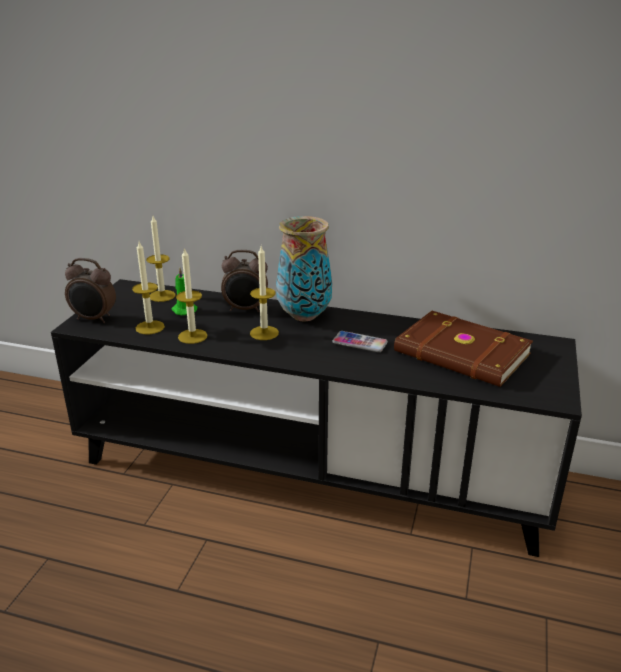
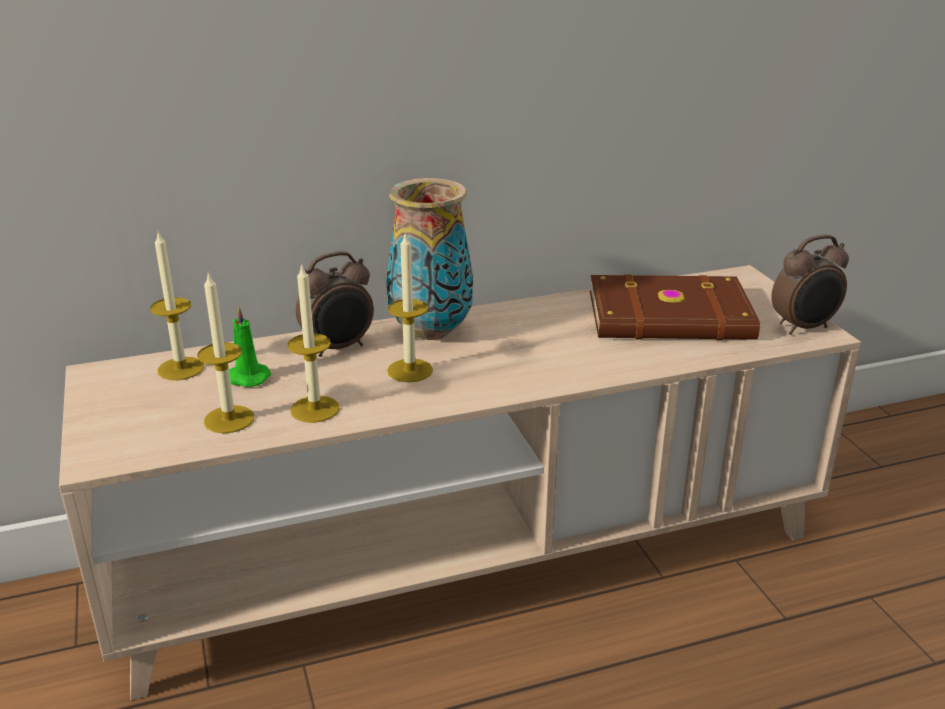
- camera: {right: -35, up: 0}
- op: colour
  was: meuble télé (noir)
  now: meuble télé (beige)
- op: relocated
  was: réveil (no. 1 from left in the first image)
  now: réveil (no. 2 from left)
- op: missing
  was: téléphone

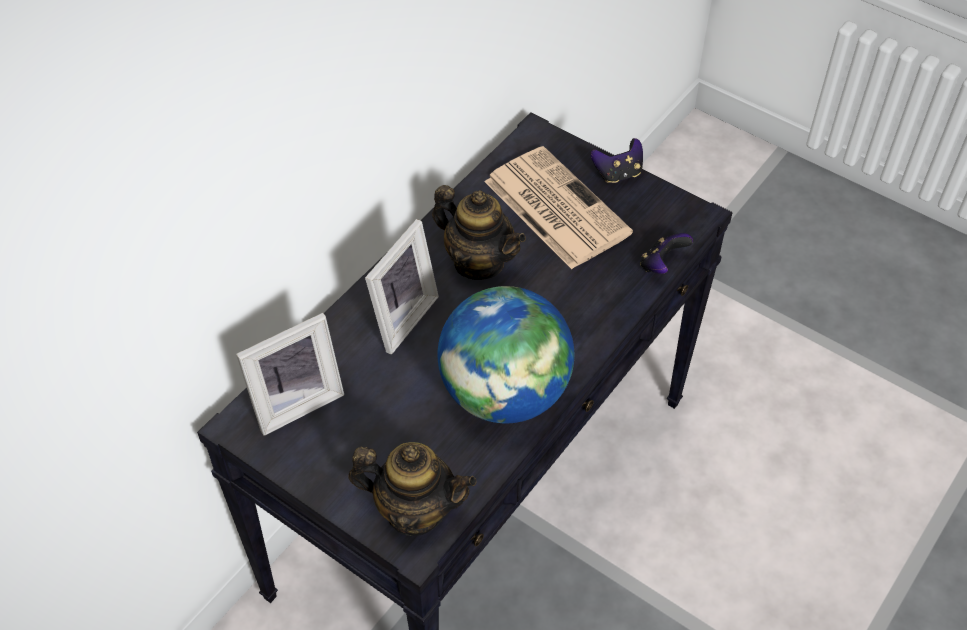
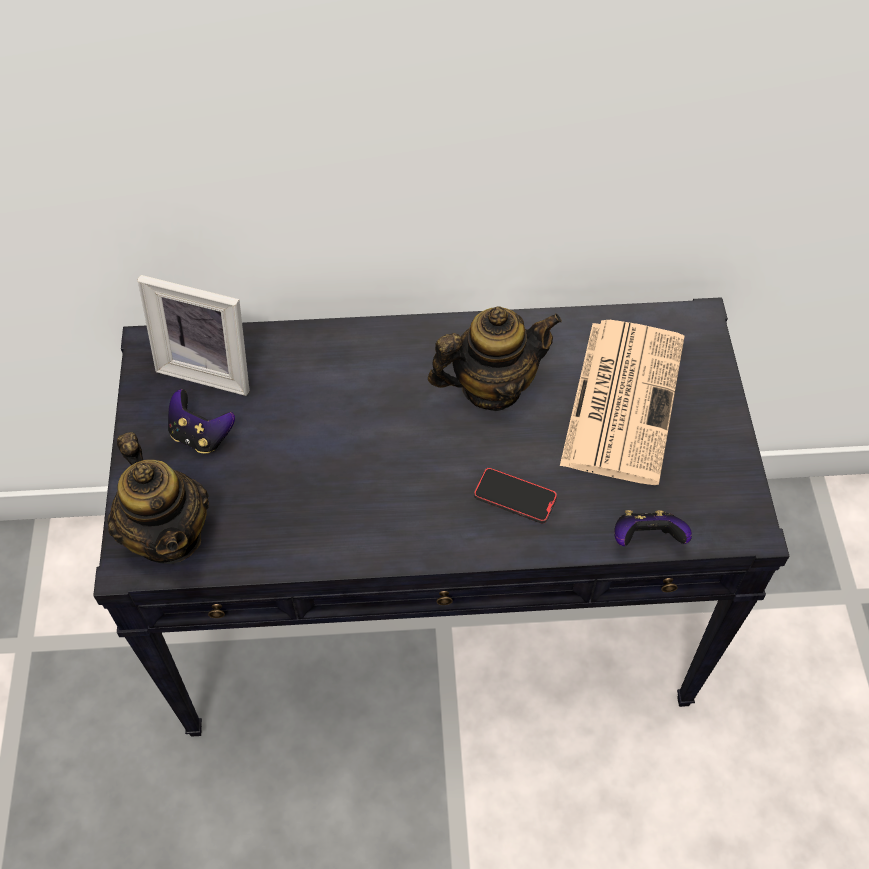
- camera: {right: 50, up: 5}
- op: relocated
  was: manette (no. 1 from left)
- op: spun
  was: théière (no. 2 from left)
  clockwise: -105
- op: appeared
  now: téléphone
- op: missing
  was: cadre photo (no. 2 from left)
- op: missing
  was: globe

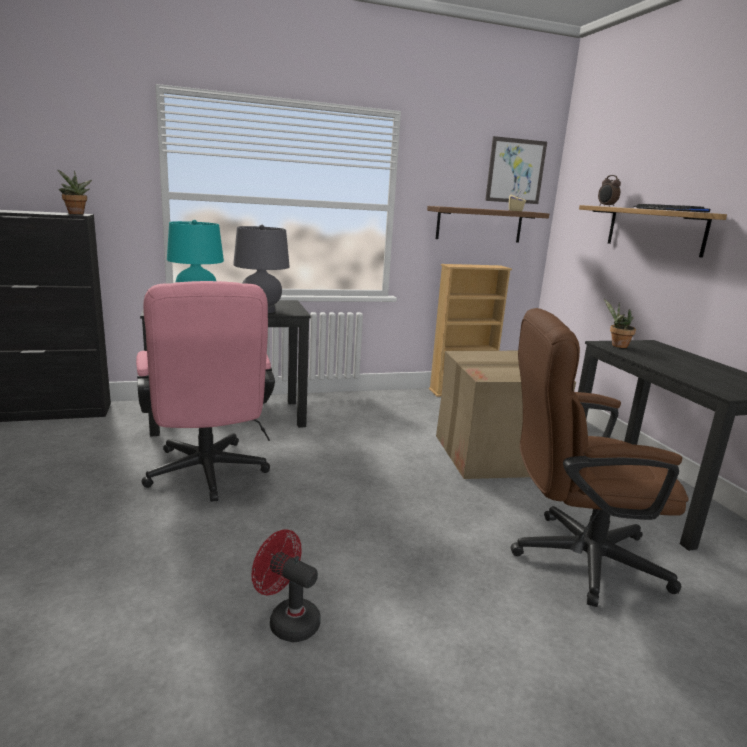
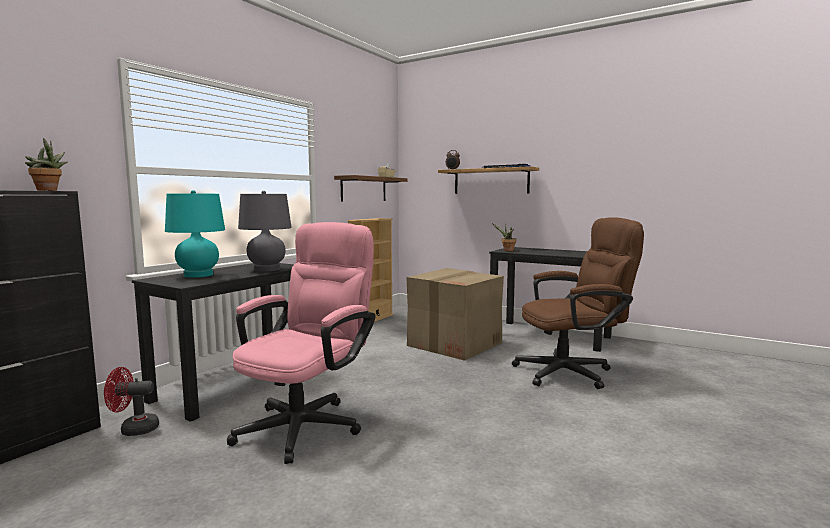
- camera: {right: -40, up: -10}
- op: relocated
  was: ventilateur (rouge)
- op: spun
  was: chaise de bureau (rose)
  clockwise: -90
- op: spun
  was: chaise de bureau (marron)
  clockwise: -150
- op: missing
  was: tableau

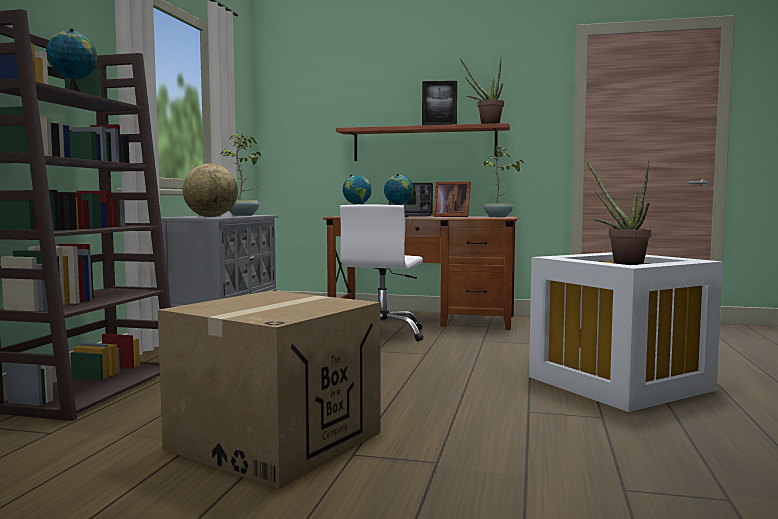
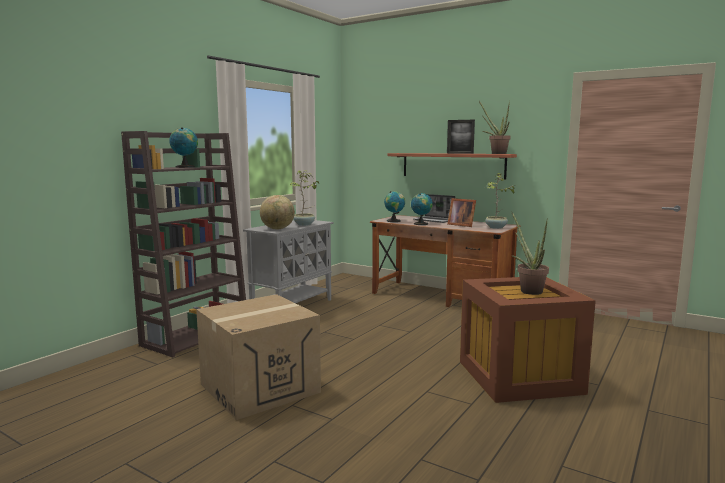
- camera: {right: 20, up: 5}
- op: colour
  was: boîte de rangement (blanc)
  now: boîte de rangement (marron)
- op: missing
  was: chaise de bureau (blanc)

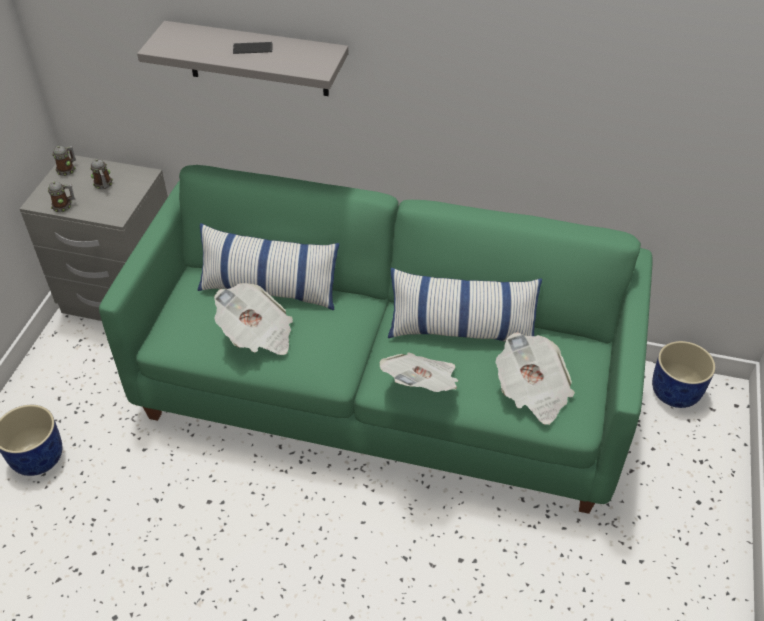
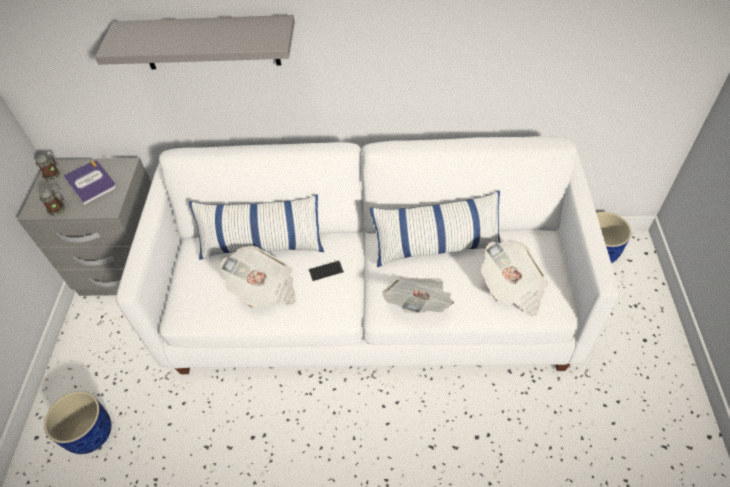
- camera: {right: -10, up: 5}
- op: exchanged
  was: mug (no. 3 from left)
  now: livre
- op: colour
  was: canapé (vert)
  now: canapé (blanc)
- op: relocated
  was: téléphone

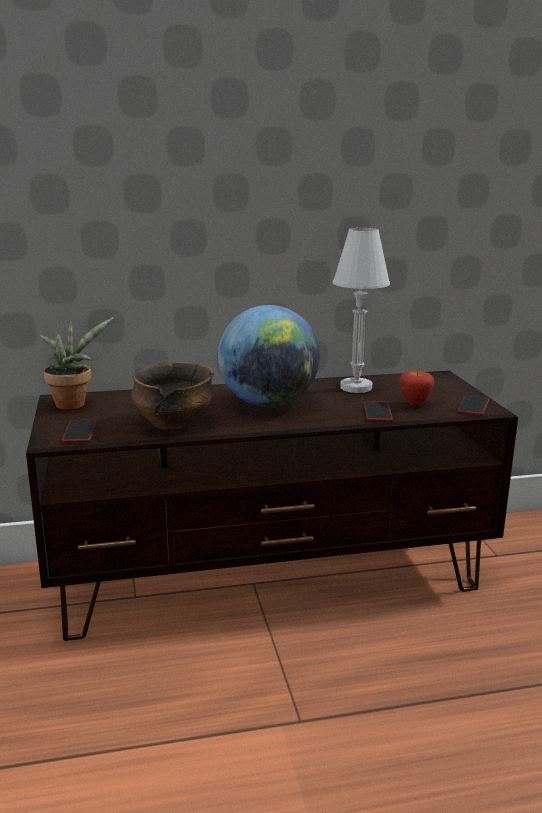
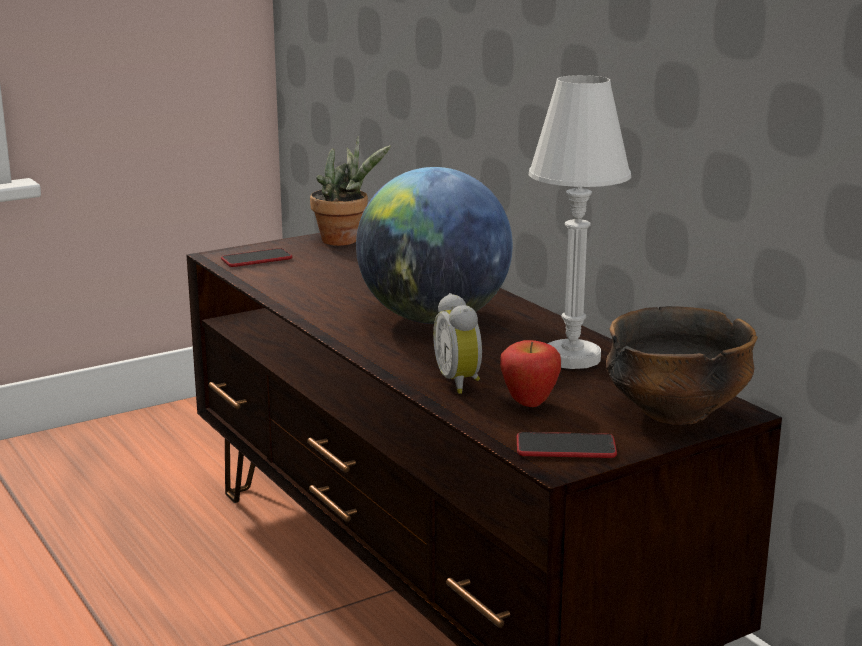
- camera: {right: 70, up: 0}
- op: exchanged
  was: téléphone (no. 2 from left)
  now: réveil
- op: relocated
  was: bol

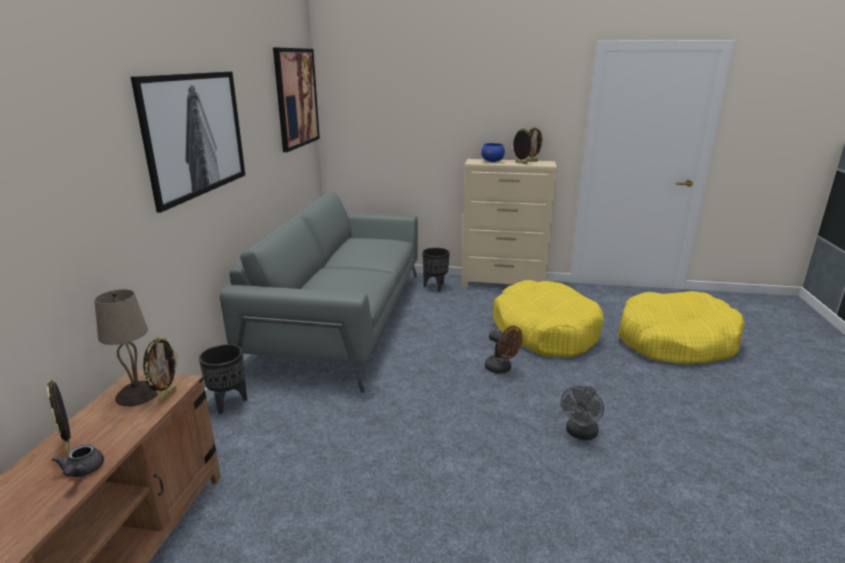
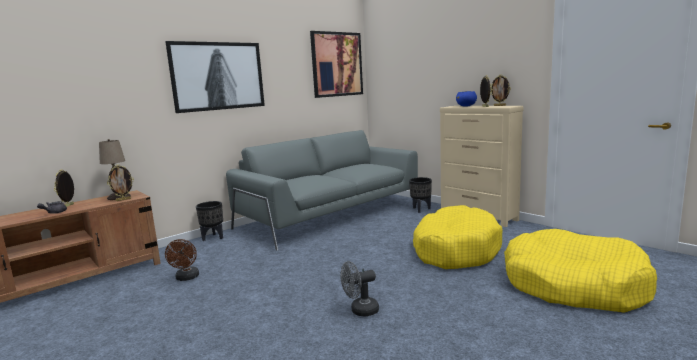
- camera: {right: 40, up: -10}
- op: relocated
  was: ventilateur (marron)

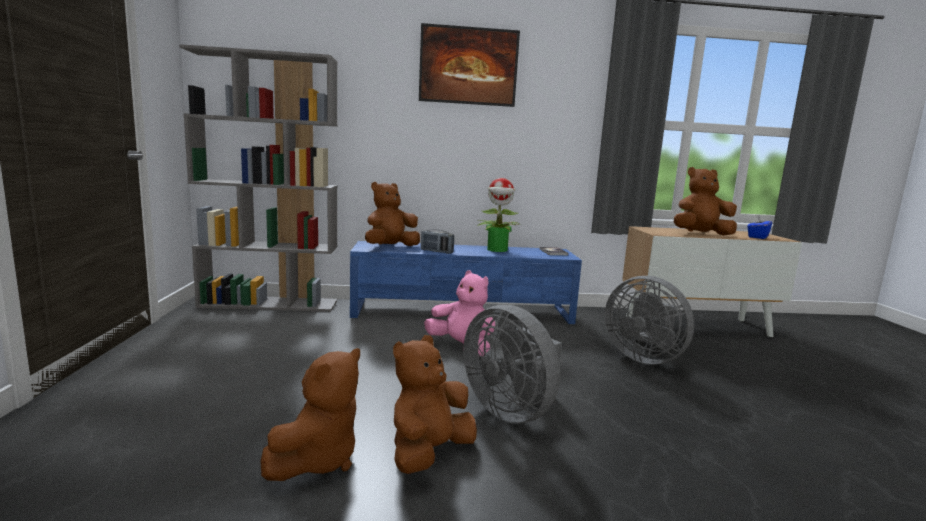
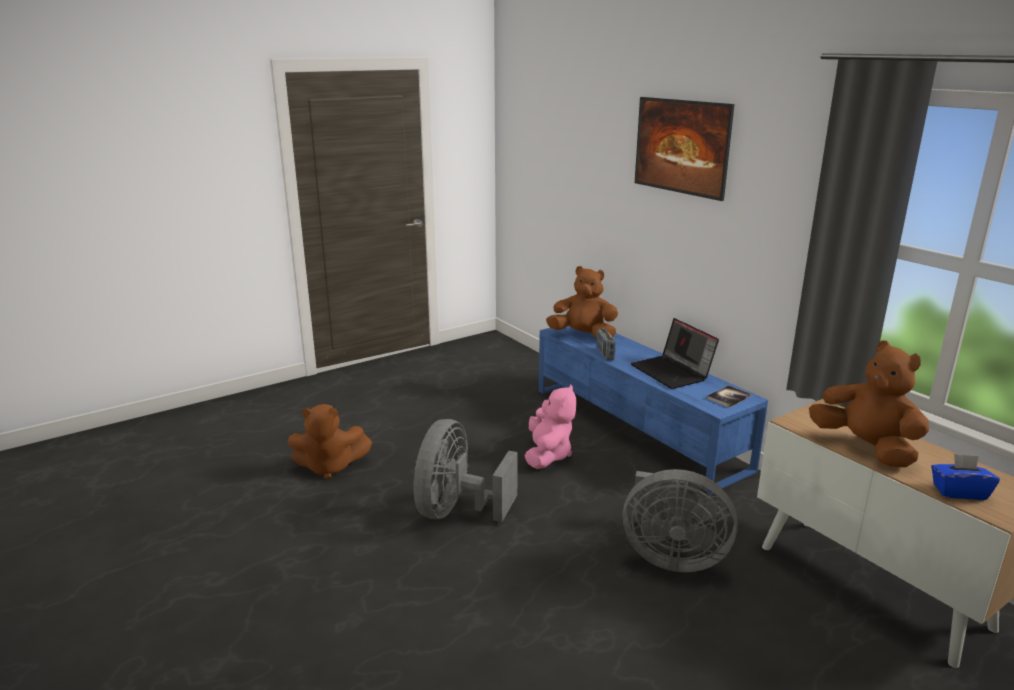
- camera: {right: 60, up: 10}
- op: spun
  was: ventilateur (gris) (no. 2 from left)
  clockwise: -90
- op: exchanged
  was: plante en pot
  now: ordinateur portable
- op: missing
  was: bibliothèque (gris)
- op: missing
  was: peluche (marron) (no. 3 from left)

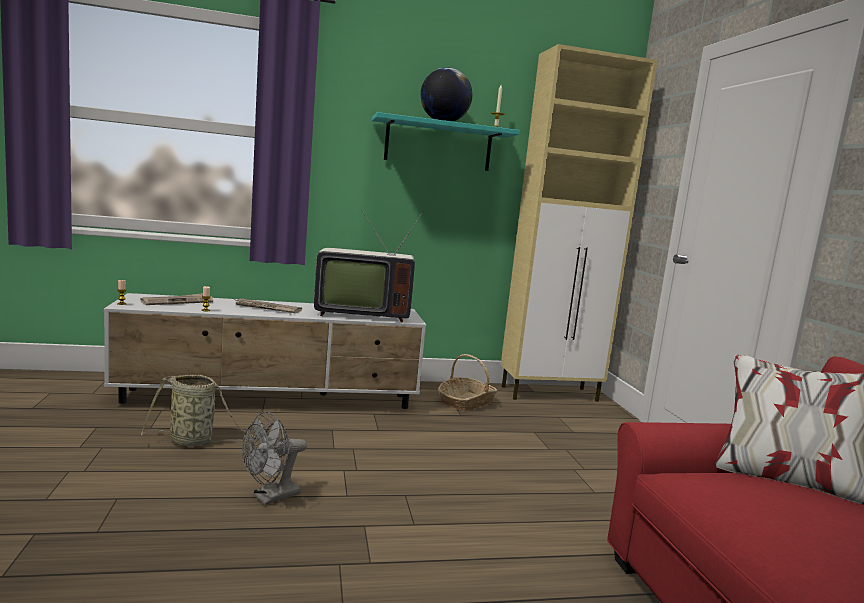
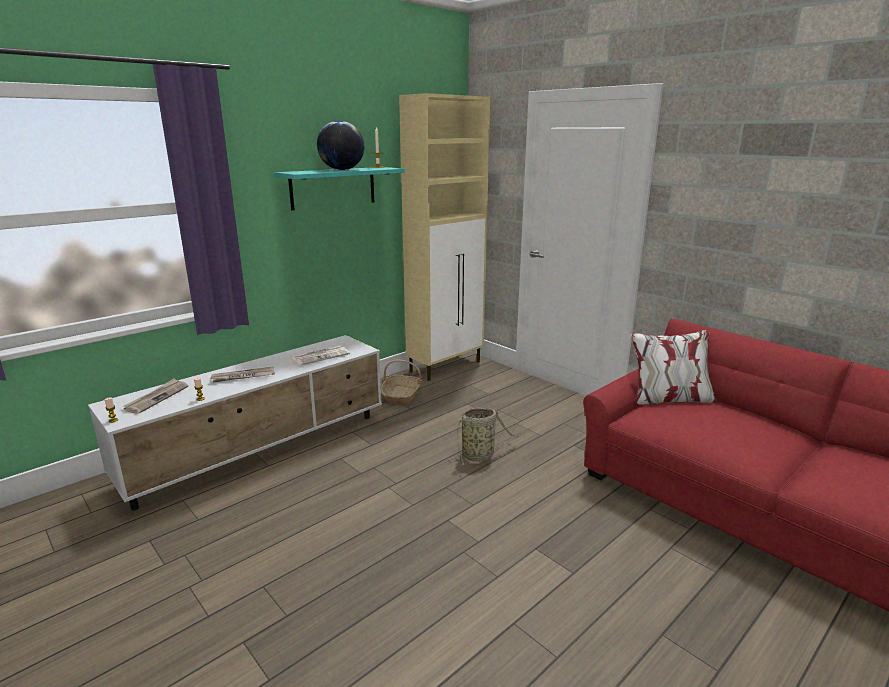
- camera: {right: -30, up: 10}
- op: exchanged
  was: téléviseur
  now: journal (no. 3 from left)
- op: relocated
  was: panier (no. 1 from left in the first image)
  now: panier (no. 2 from left)
- op: missing
  was: ventilateur (gris)

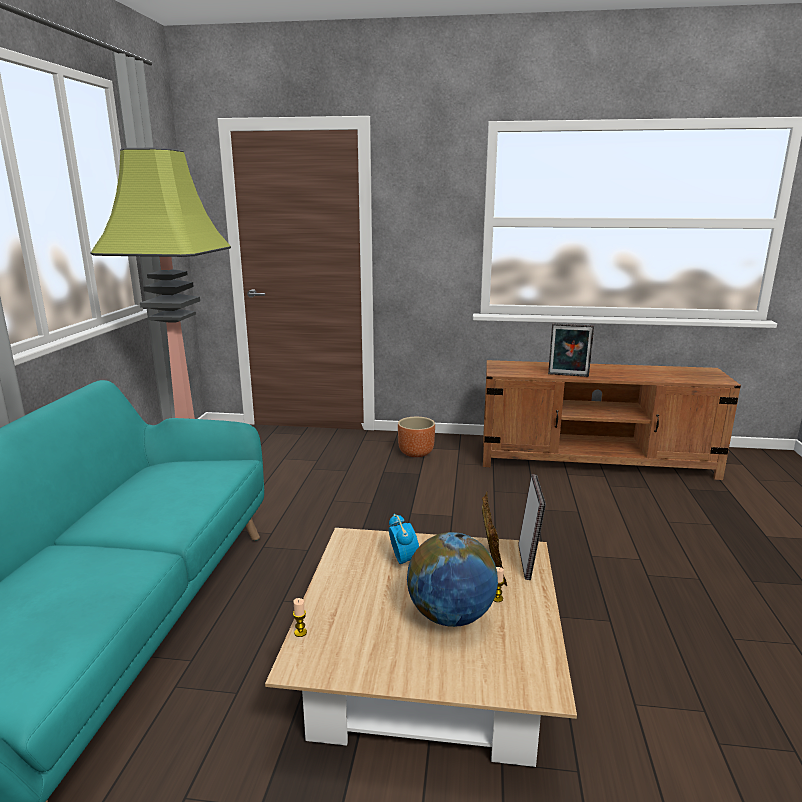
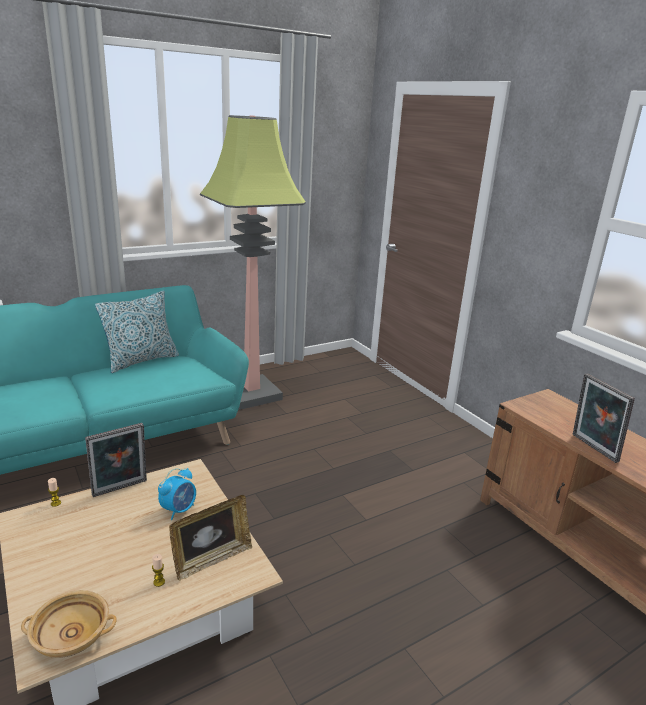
- camera: {right: 50, up: 5}
- op: appeared
  now: bol (beige)
- op: relocated
  was: cadre photo (no. 2 from left in the first image)
  now: cadre photo (no. 1 from left)
- op: appeared
  now: coussin
- op: missing
  was: cache-pot (marron)
- op: missing
  was: globe

